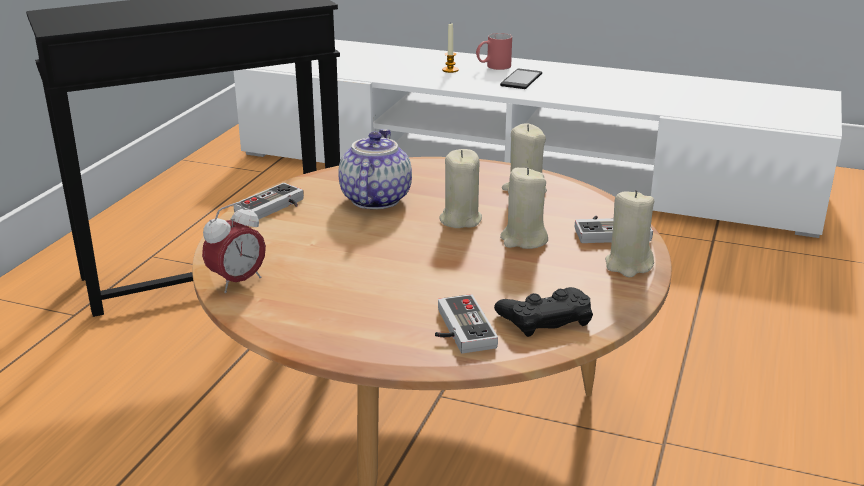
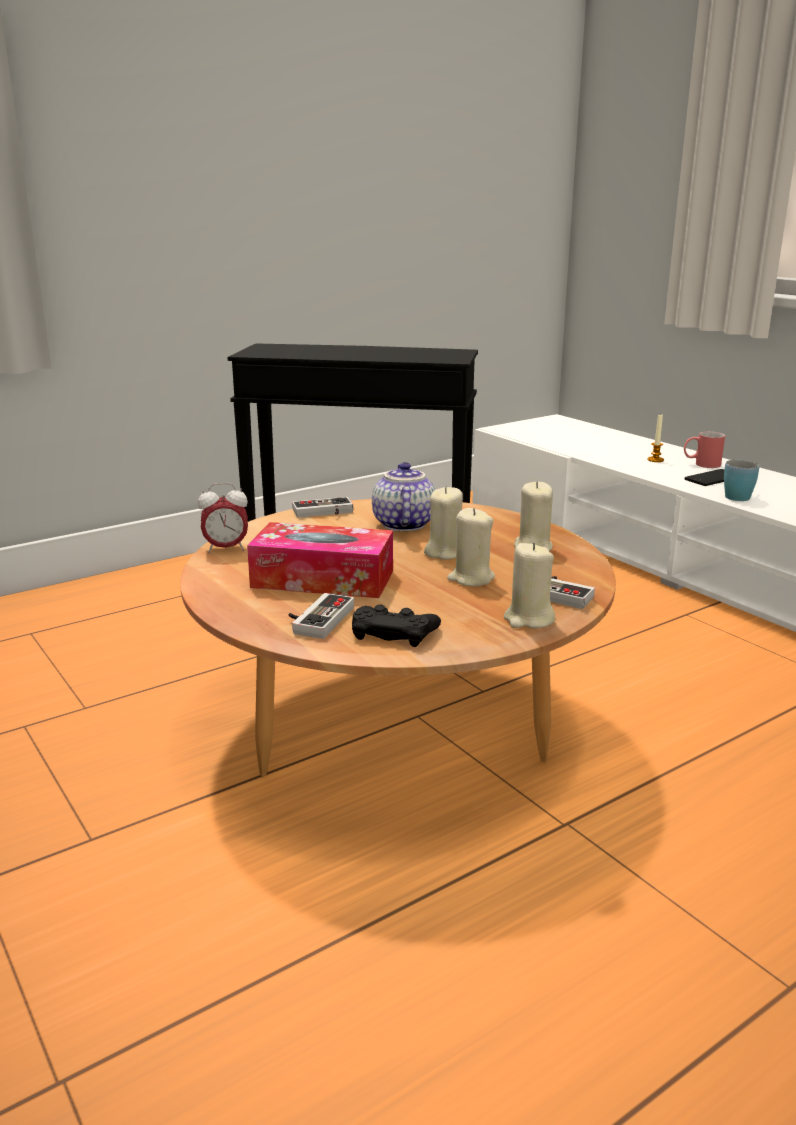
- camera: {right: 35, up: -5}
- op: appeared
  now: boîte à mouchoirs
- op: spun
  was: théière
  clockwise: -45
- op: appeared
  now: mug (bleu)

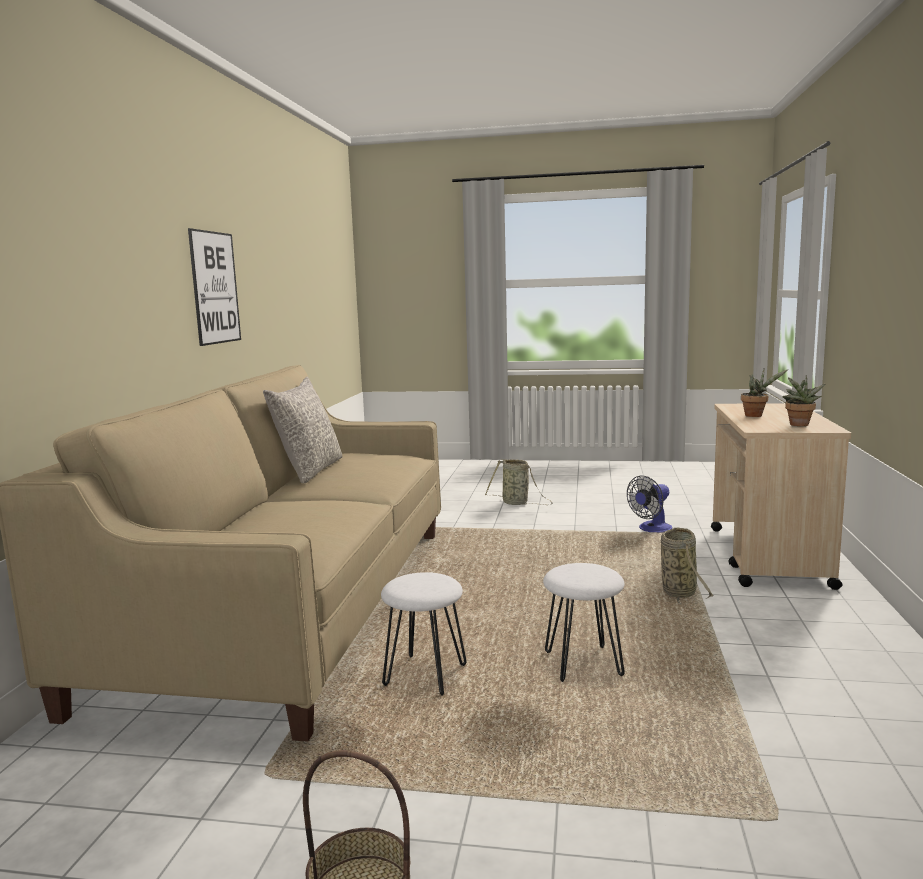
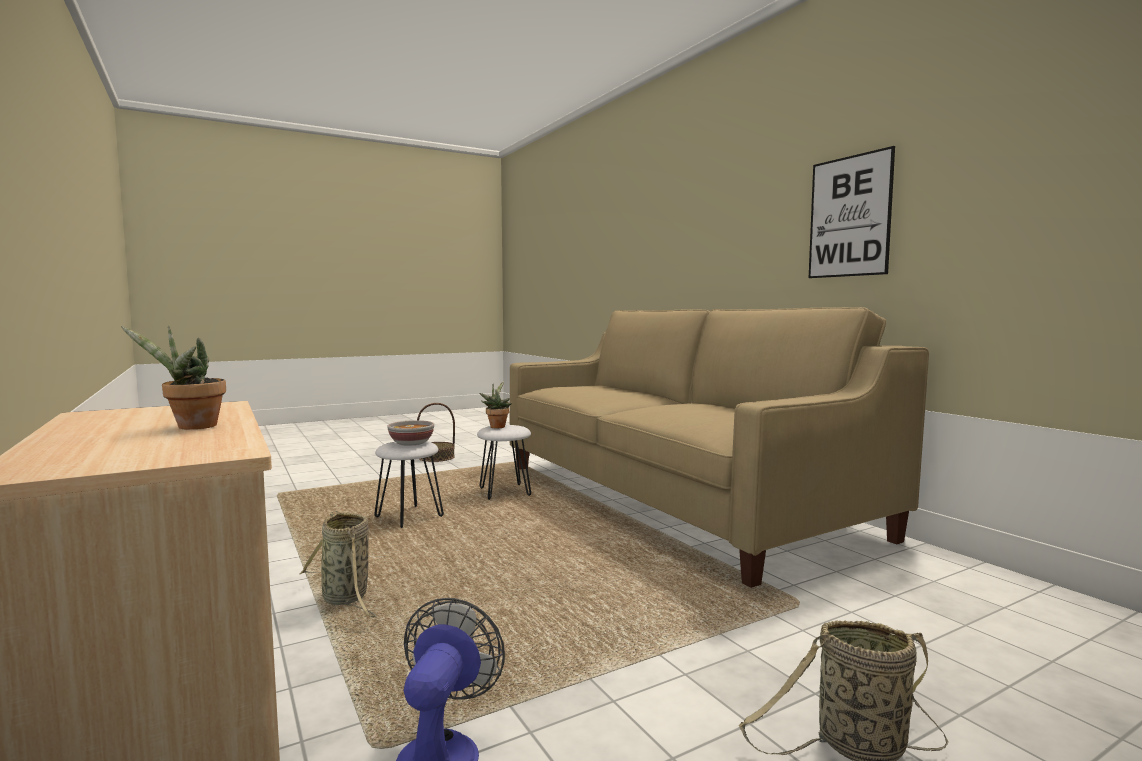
- camera: {right: 140, up: -5}
- op: appeared
  now: bol
- op: relocated
  was: plante en pot (no. 2 from left)
- op: missing
  was: coussin (gris)

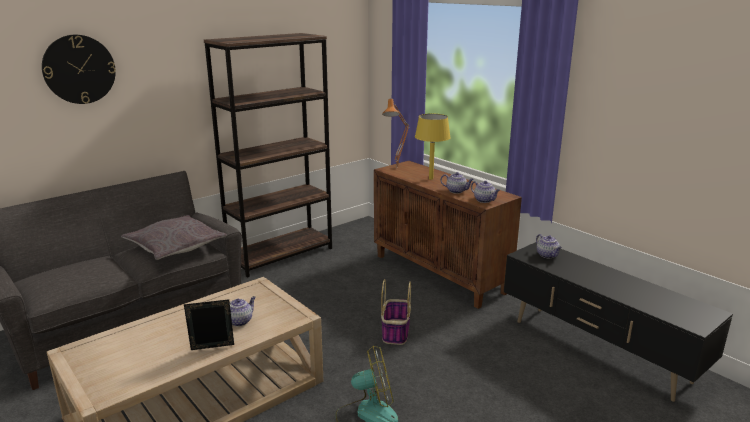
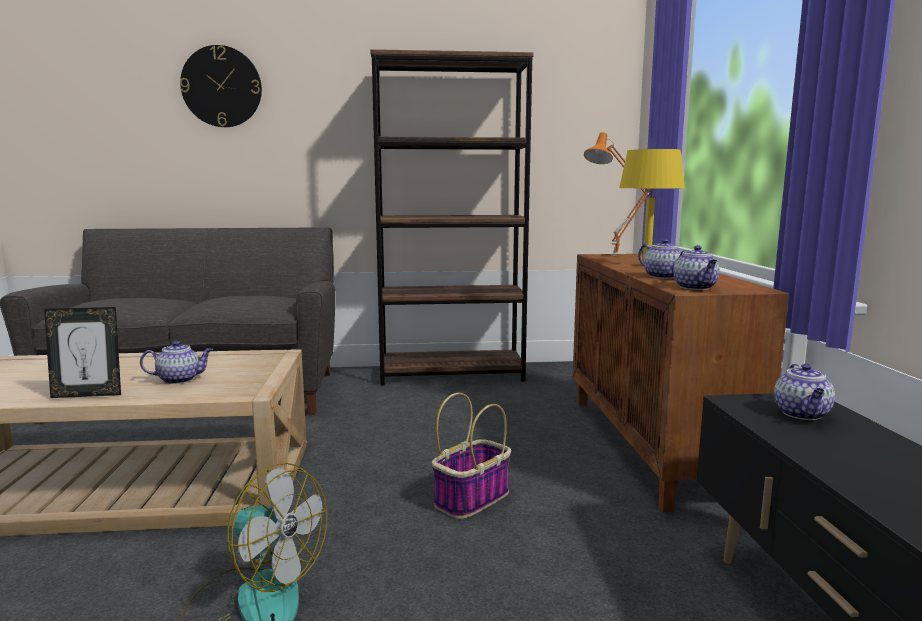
- camera: {right: 35, up: -10}
- op: spun
  was: cadre photo
  clockwise: 150
- op: missing
  was: coussin (gris)

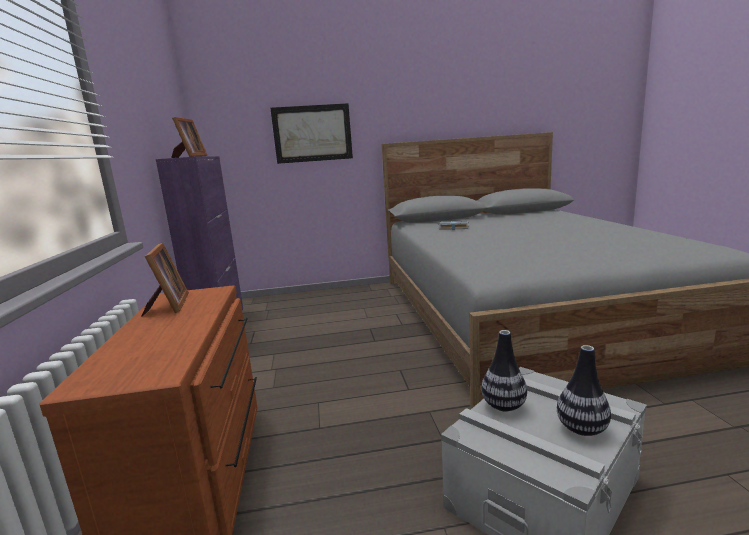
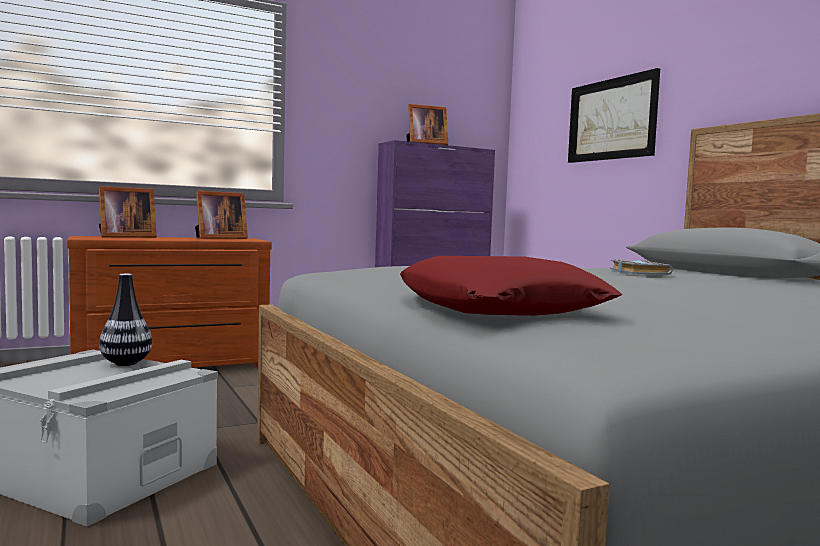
- camera: {right: 70, up: -10}
- op: appeared
  now: cadre photo (no. 1 from left)
- op: appeared
  now: coussin (rouge)
- op: missing
  was: vase (no. 2 from left)

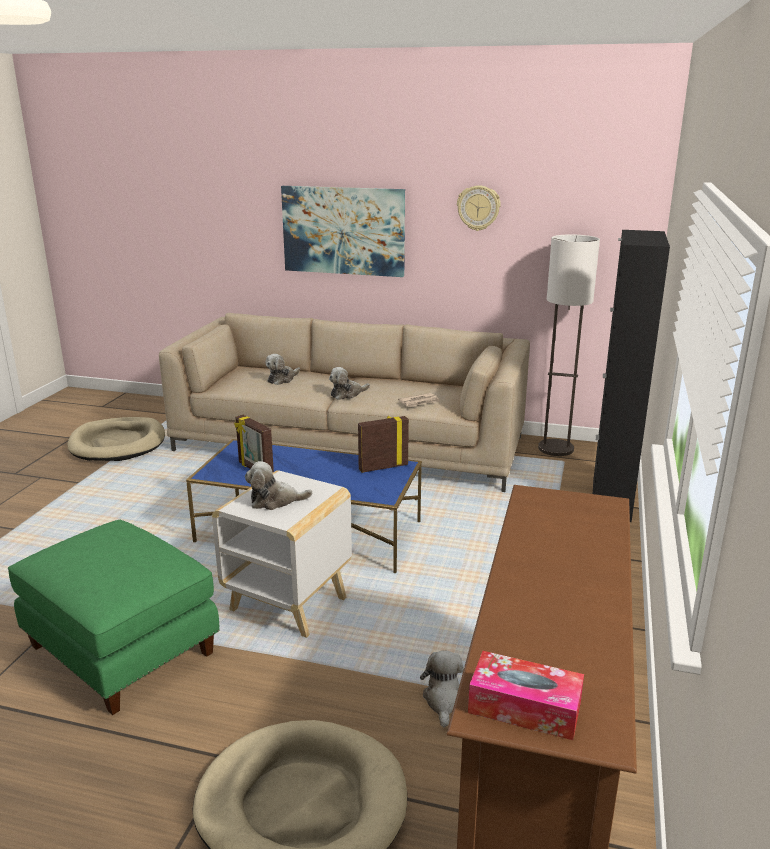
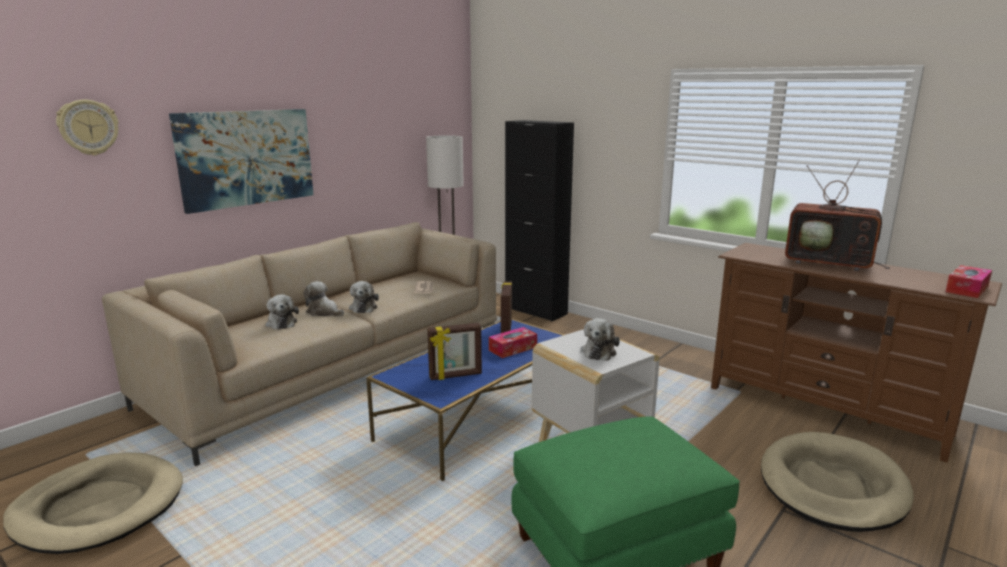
- camera: {right: -65, up: -5}
- op: relocated
  was: horloge murale
- op: relocated
  was: peluche (no. 4 from left in the first image)
  now: peluche (no. 2 from left)
- op: appeared
  now: boîte à mouchoirs (no. 1 from left)
- op: appeared
  now: téléviseur

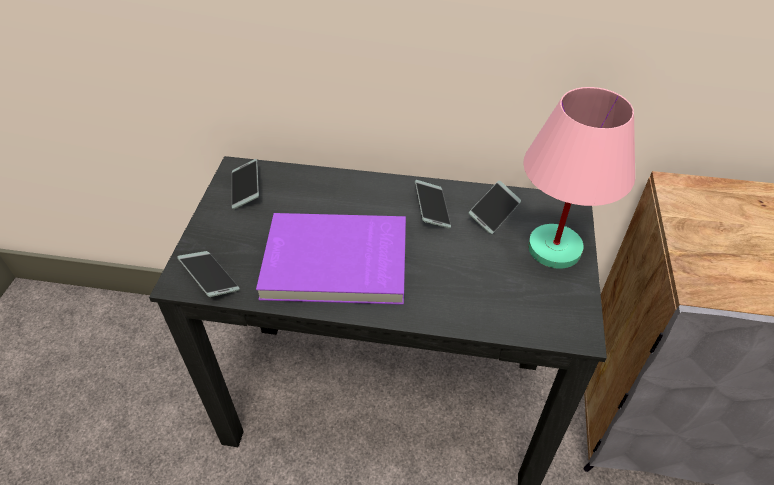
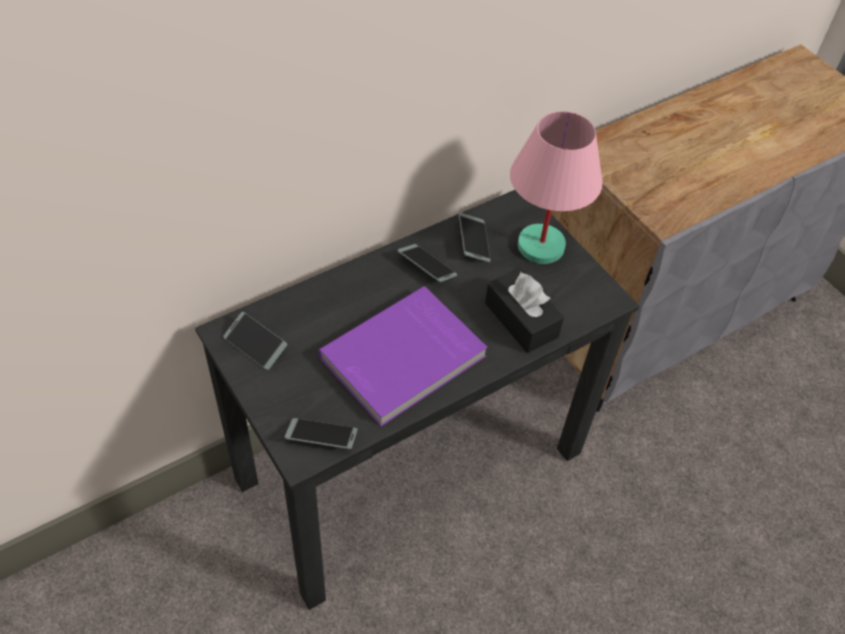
- camera: {right: -45, up: 5}
- op: appeared
  now: boîte à mouchoirs (noir)

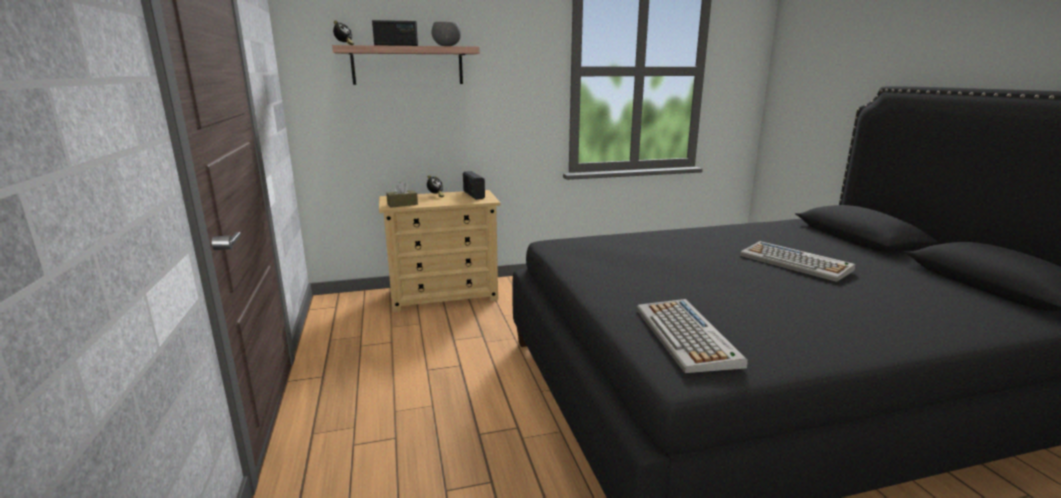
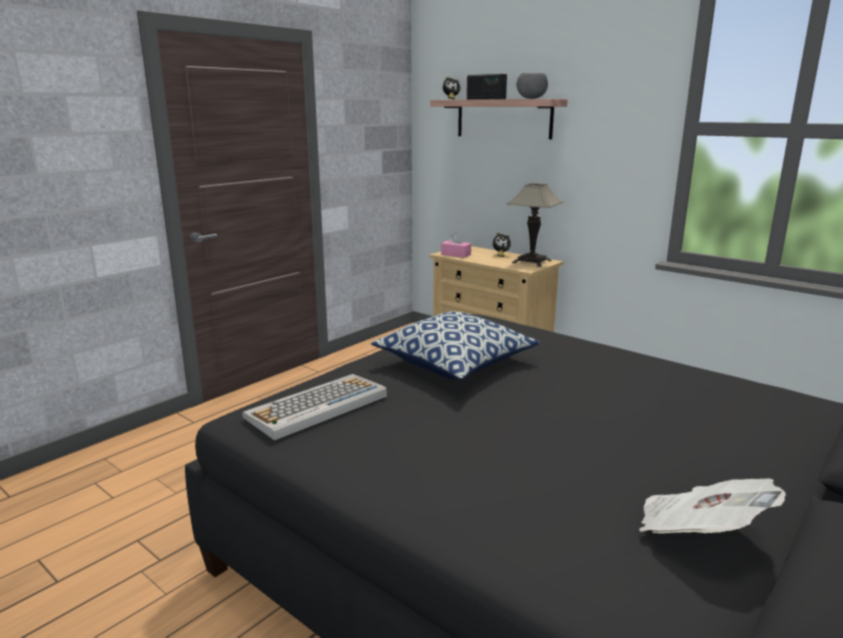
- camera: {right: 55, up: 0}
- op: appeared
  now: coussin
- op: colour
  was: boîte à mouchoirs (marron)
  now: boîte à mouchoirs (rose)
- op: exchanged
  was: radio (no. 2 from left)
  now: lampe de table
- op: appeared
  now: journal
- op: missing
  was: clavier (no. 2 from left)

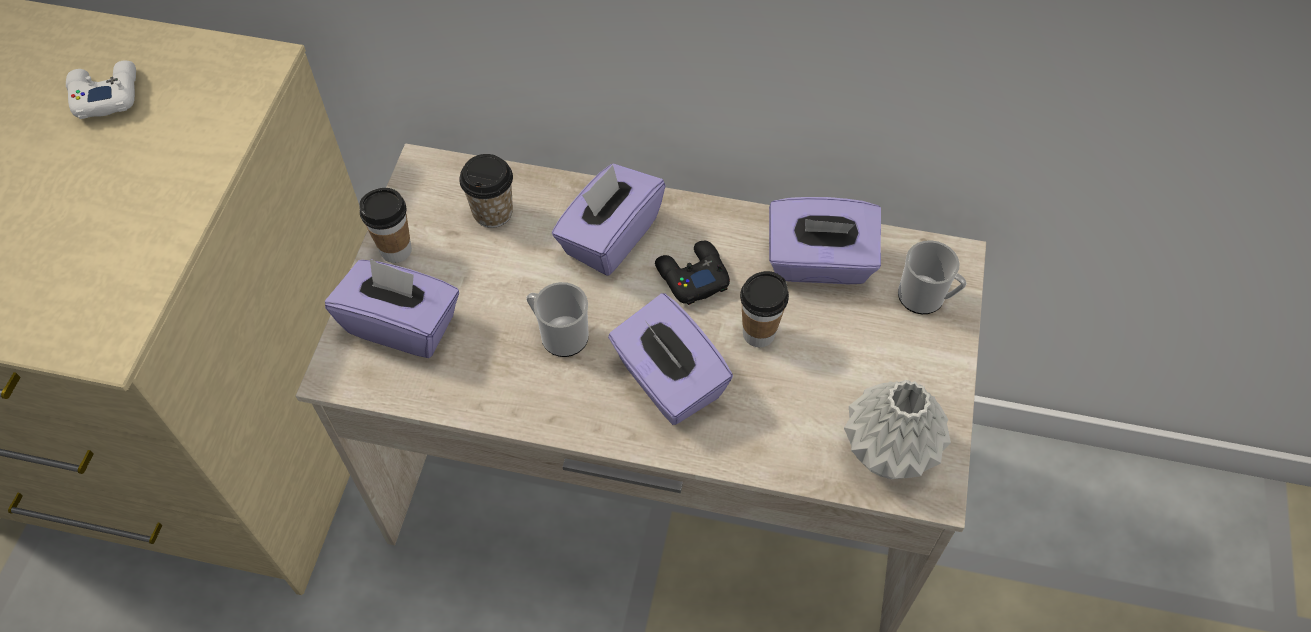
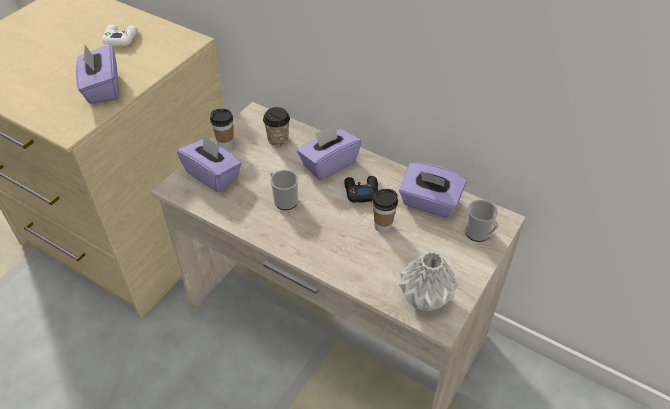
- camera: {right: 20, up: -10}
- op: relocated
  was: boîte à mouchoirs (violet) (no. 3 from left in the first image)
  now: boîte à mouchoirs (violet) (no. 1 from left)

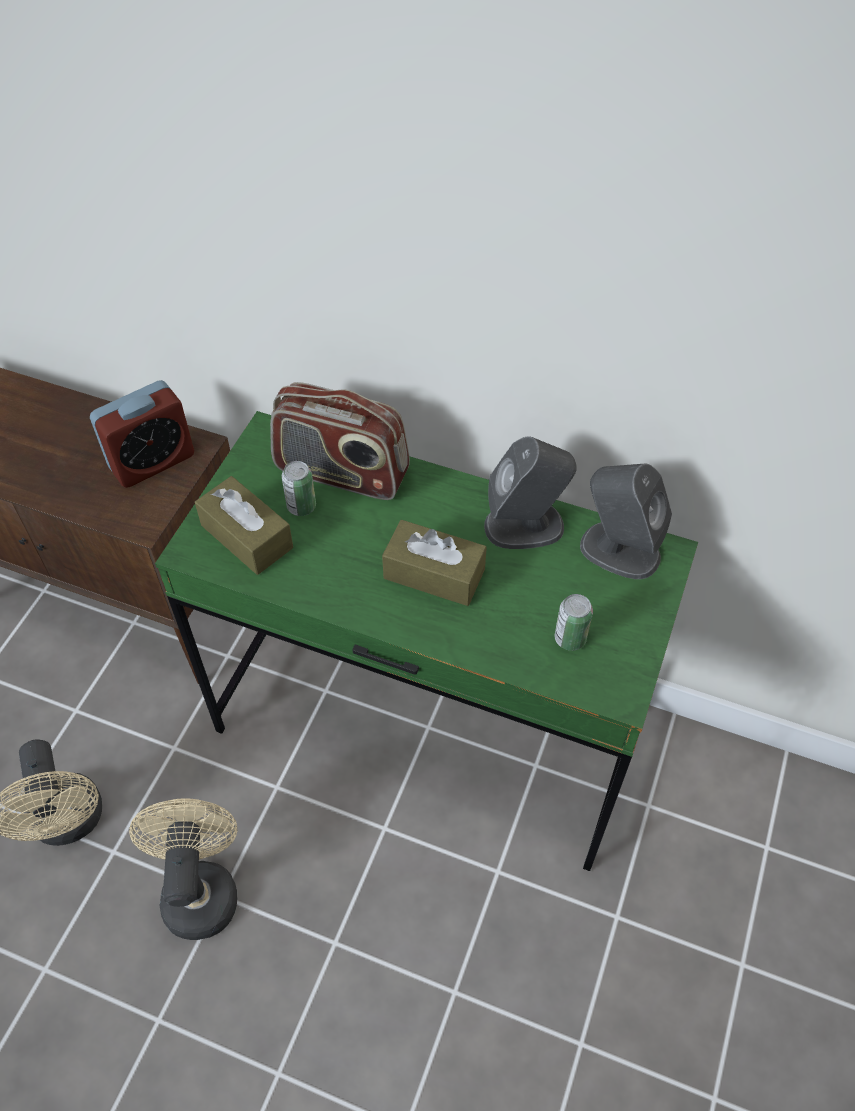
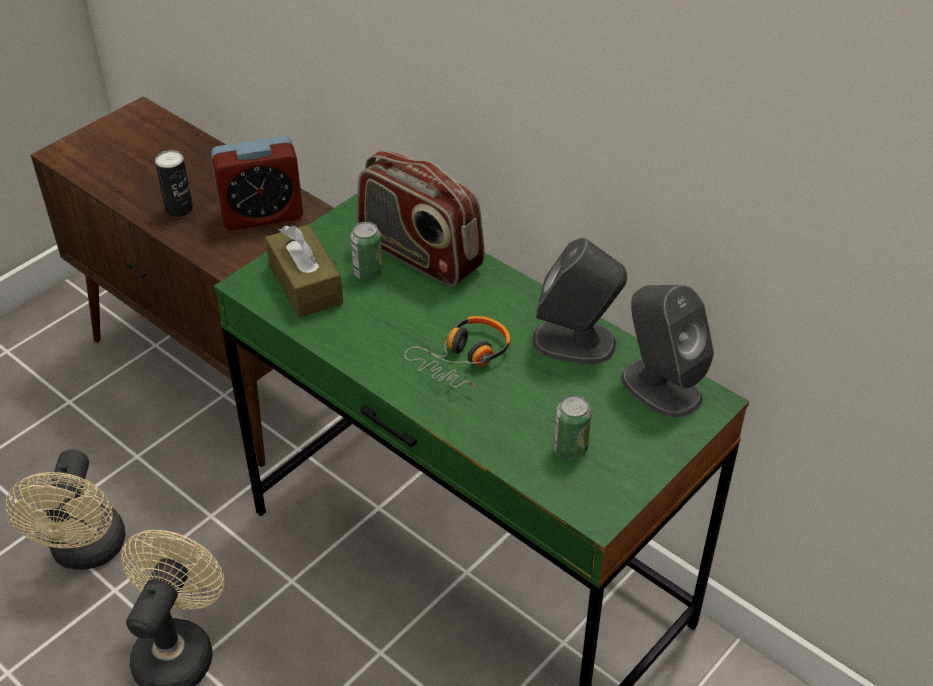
- camera: {right: 20, up: -10}
- op: appeared
  now: boîte métallique (no. 1 from left)
- op: exchanged
  was: boîte à mouchoirs (marron) (no. 2 from left)
  now: casque audio

